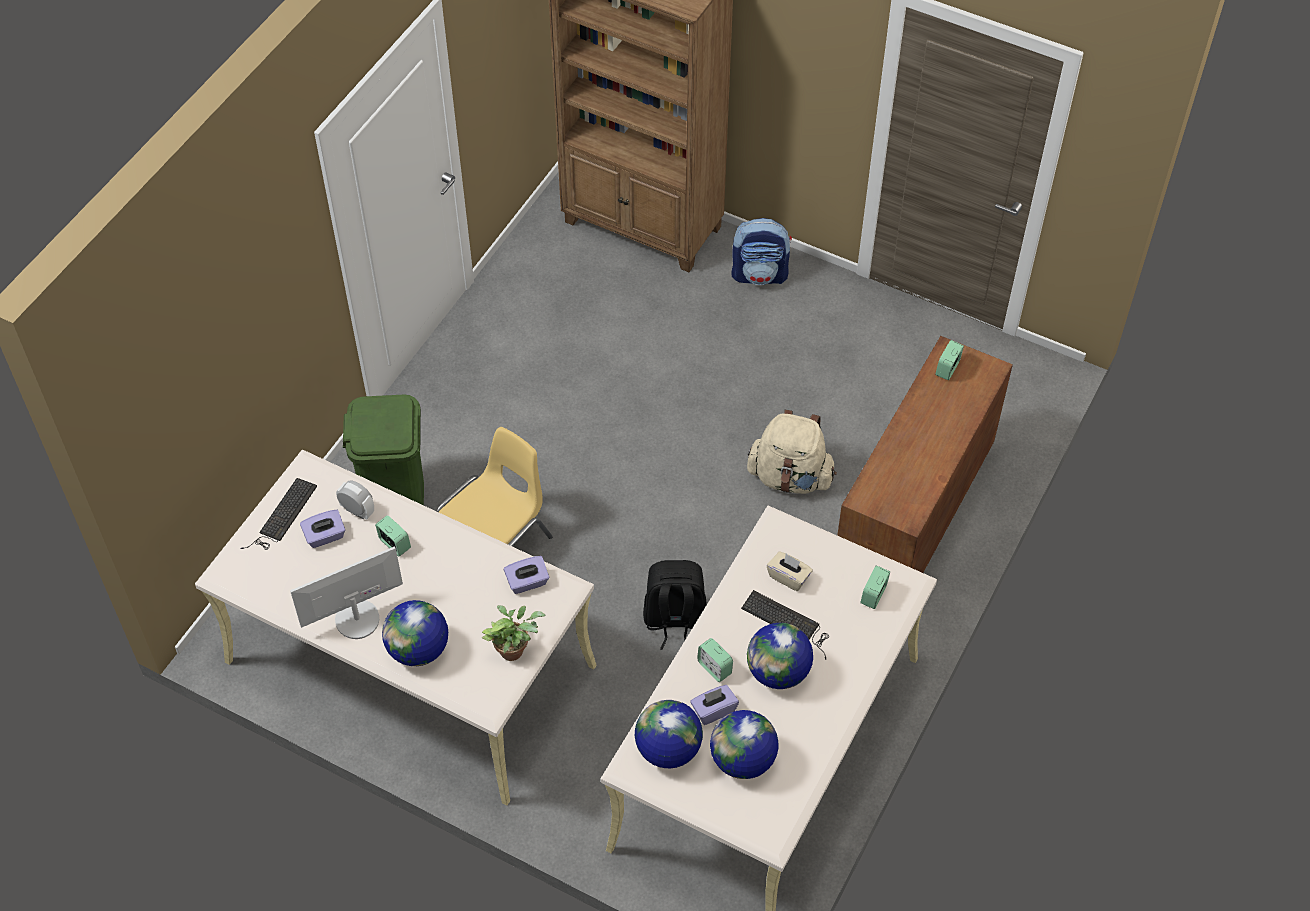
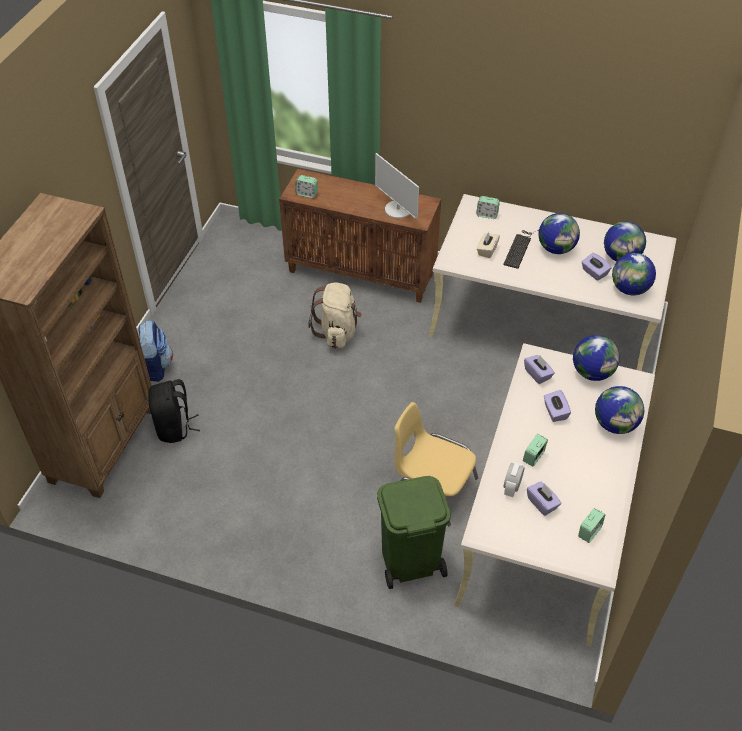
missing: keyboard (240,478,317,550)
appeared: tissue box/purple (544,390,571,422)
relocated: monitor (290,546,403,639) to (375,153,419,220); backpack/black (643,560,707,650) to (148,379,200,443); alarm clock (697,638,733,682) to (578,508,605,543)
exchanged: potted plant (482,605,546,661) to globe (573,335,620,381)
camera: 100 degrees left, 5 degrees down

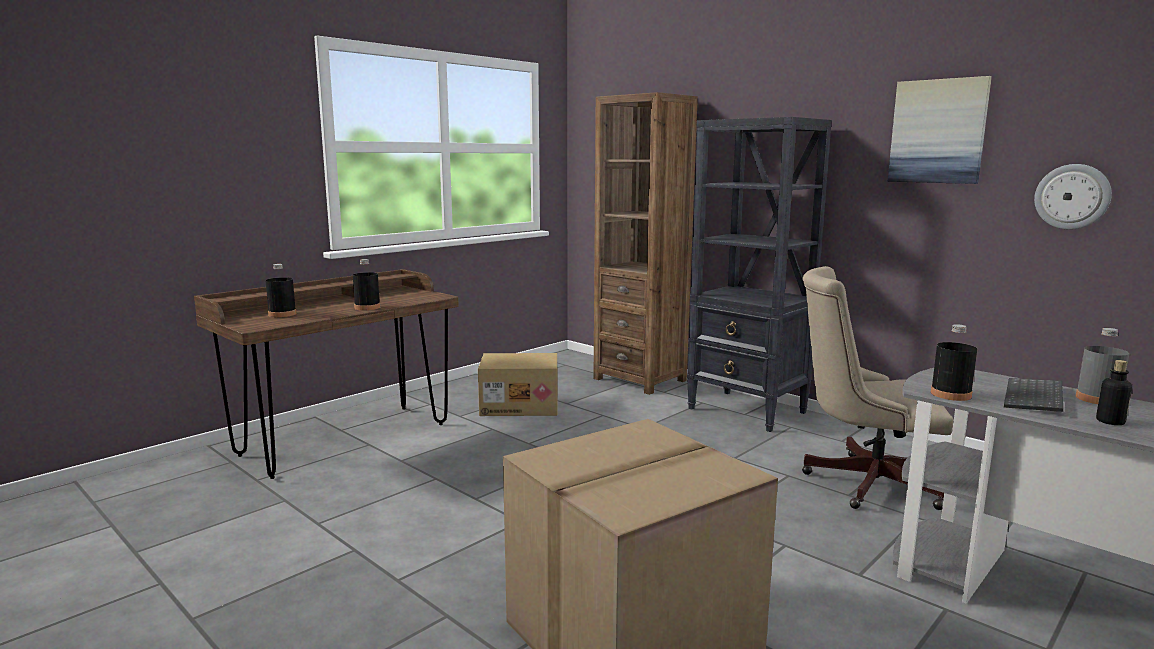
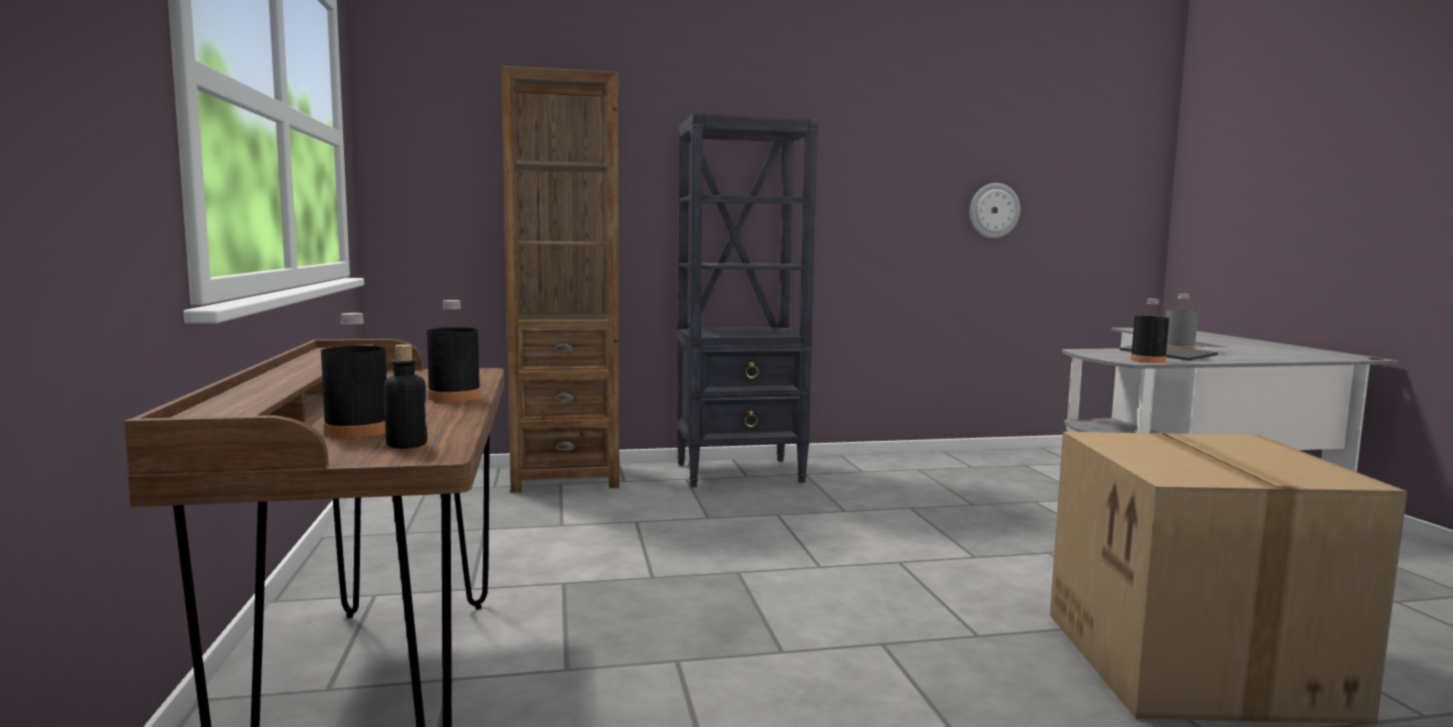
missing: picture (888,76,992,184); office chair/beige (802,266,953,510); cardboard box (478,353,557,416)
relocated: bottle (1096,360,1132,425) to (384,344,427,449)
camera: 55 degrees left, 5 degrees down

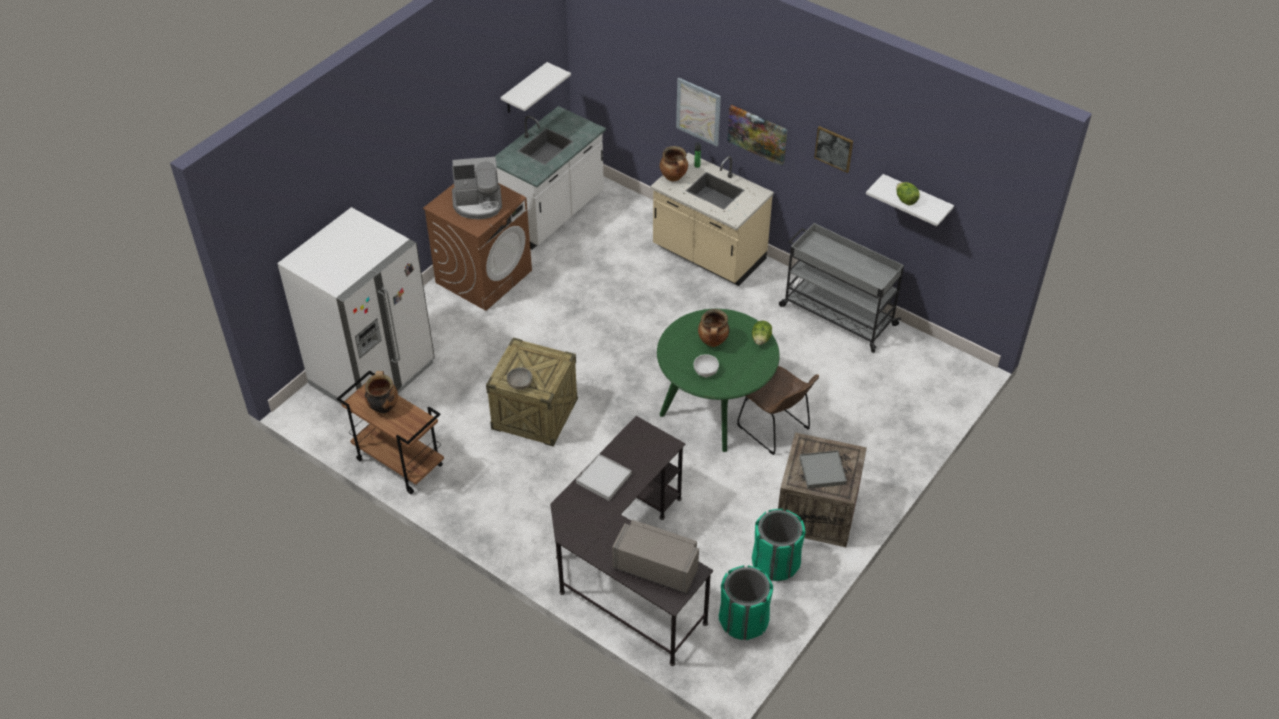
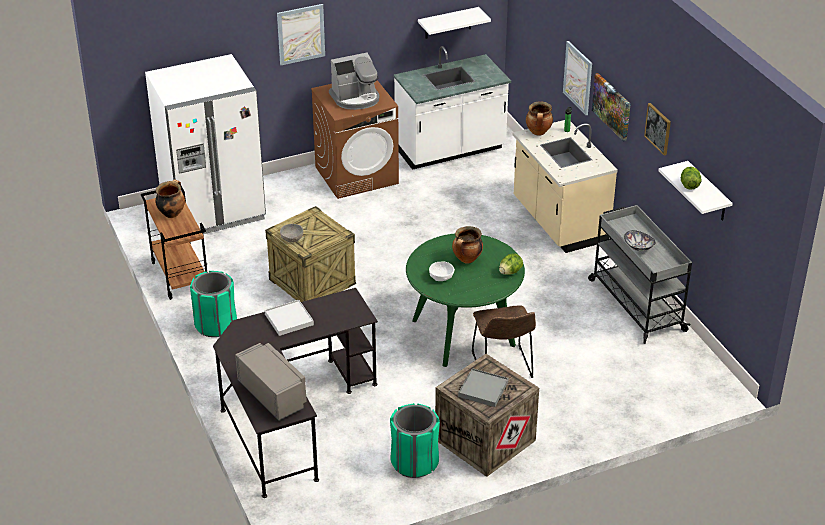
appeared: picture (277,4,325,65); bowl (624,230,656,251)
relocated: trash can/green (719,565,773,640) to (190,271,237,337)
spun: coffee machine (452,157,502,219) = (329,53,379,110) 45 degrees counterclockwise
camera: 30 degrees right, 10 degrees down

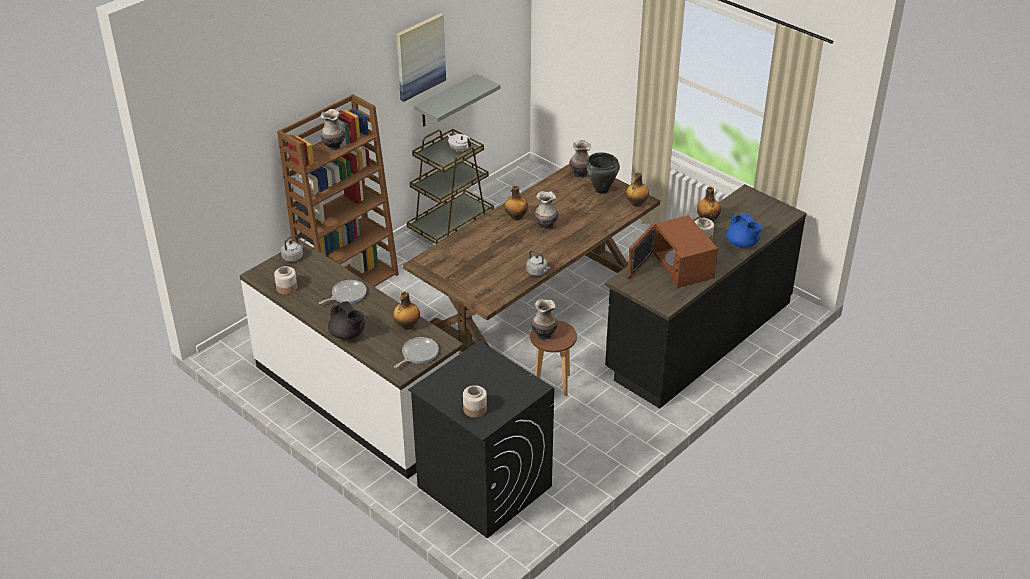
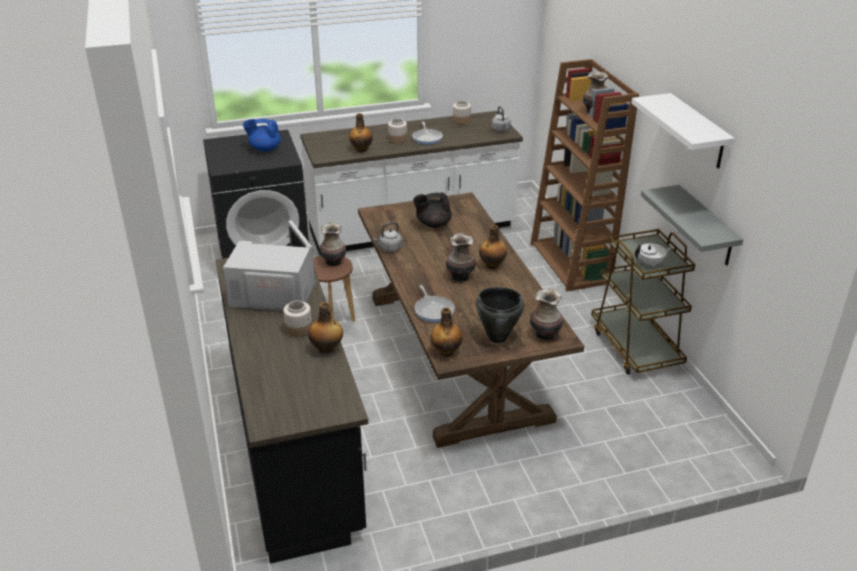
relocated: teapot/blue (726,213,762,248) to (243,119,281,152); teapot/black (328,301,365,340) to (413,192,452,228); frying pan (394,337,439,368) to (415,285,455,322); jar (463,385,487,418) to (388,118,407,144)
exchanged: picture (396,13,446,102) to shelf/white (631,93,735,168)
colour: microwave/brown (627,215,718,288) to microwave/white (223,220,315,311)
camera: 120 degrees right, 5 degrees down

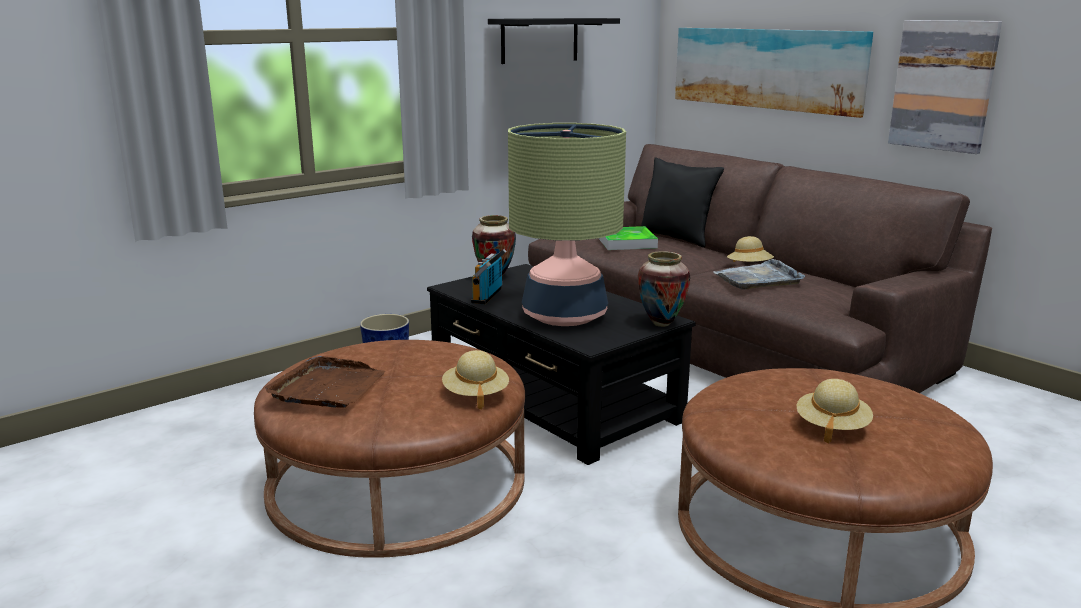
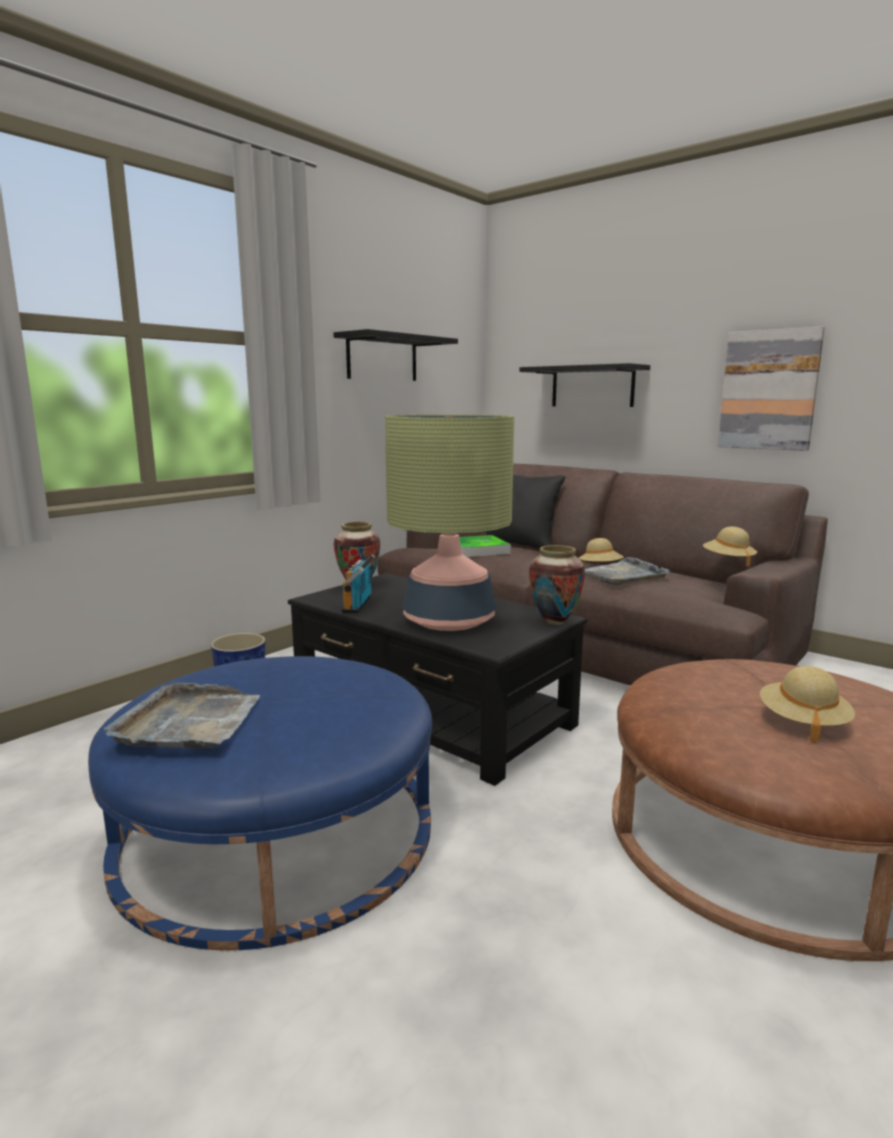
relocated: hat/beige (442,350,509,409) to (703,527,757,567)
exchanged: picture (675,28,873,118) to shelf/black (519,363,650,407)
colour: ottoman/brown (254,340,525,558) to ottoman/blue (88,656,432,951); tray/brown (265,356,385,408) to tray/grey (104,682,260,748)
camera: 10 degrees left, 5 degrees down

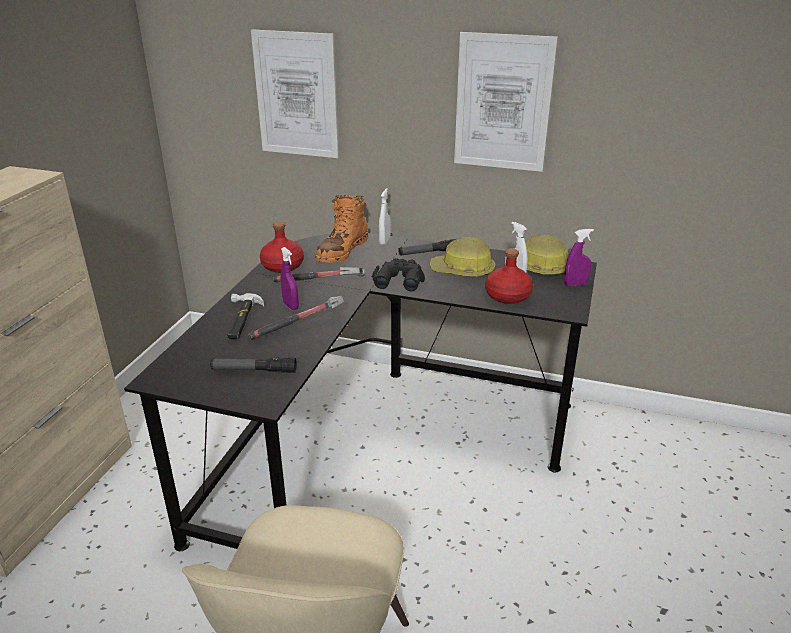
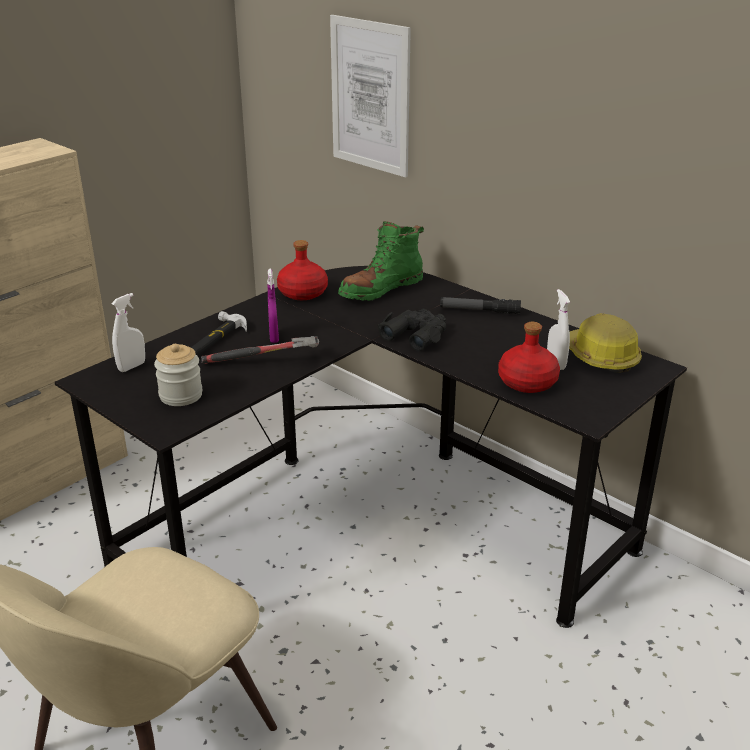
missing: picture (454,32,558,172); spray bottle/purple (564,229,594,286); hard hat (430,237,496,276); hammer (273,267,366,282)
relocated: spray bottle/white (379,188,391,245) to (111,293,145,372)
exchanged: flashlight (210,357,297,373) to jar (154,344,203,406)
colour: boot/orange (315,195,368,263) to boot/green (338,221,424,301)
camera: 25 degrees right, 0 degrees up

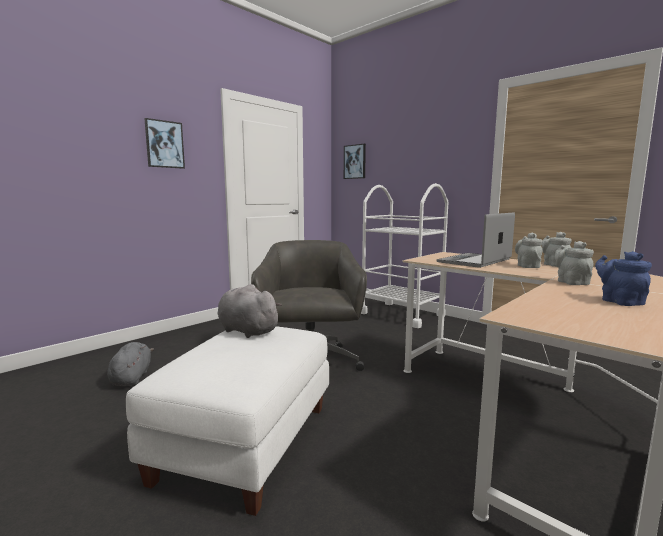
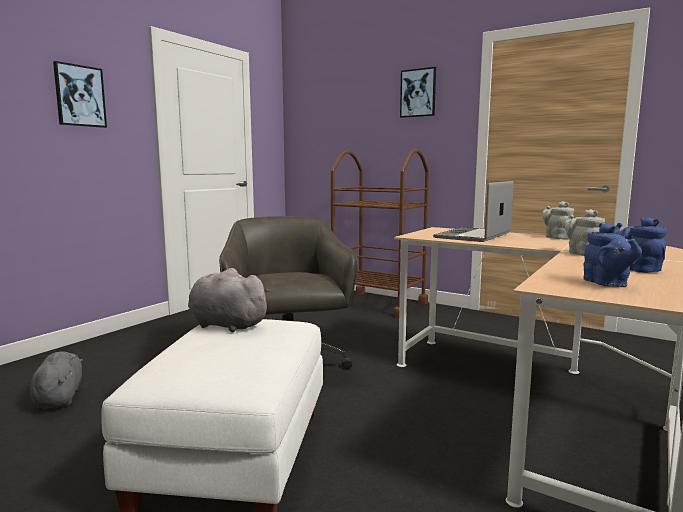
missing: teapot/grey (515,233,542,268)
appeared: teapot/blue (583,223,642,287)
relocated: picture (344,144,366,179) to (400,67,436,118)
colour: cart/white (361,183,448,328) to cart/brown (331,149,429,318)
camera: 10 degrees left, 0 degrees up

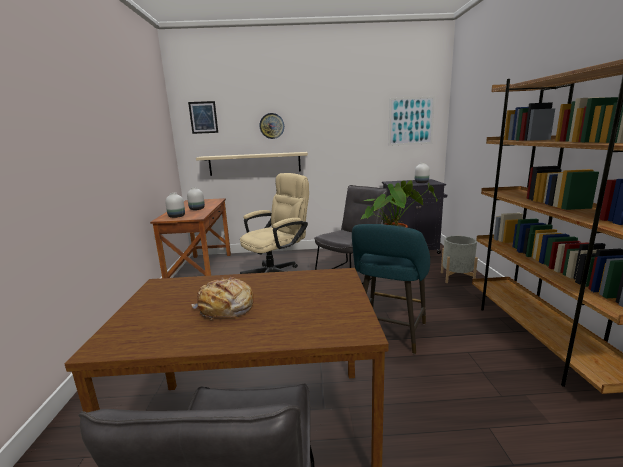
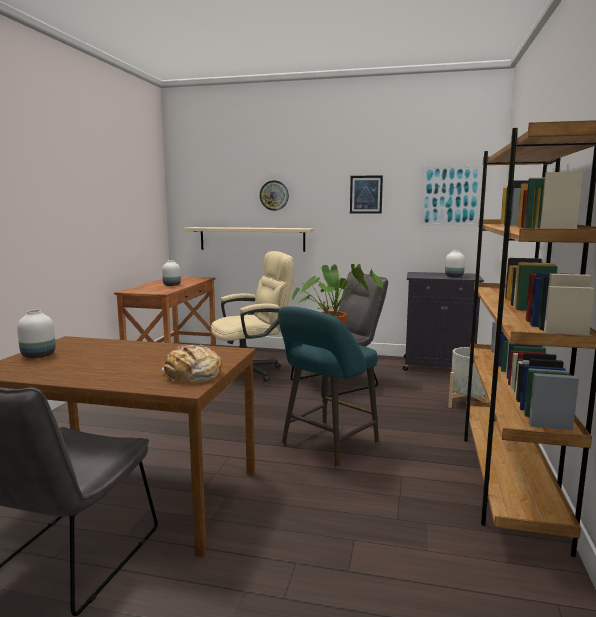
relocated: picture (188,101,218,134) to (350,175,383,214); vase/white (165,193,185,218) to (17,310,56,358); bread (191,277,253,320) to (162,344,222,382)
camera: 15 degrees right, 5 degrees down

